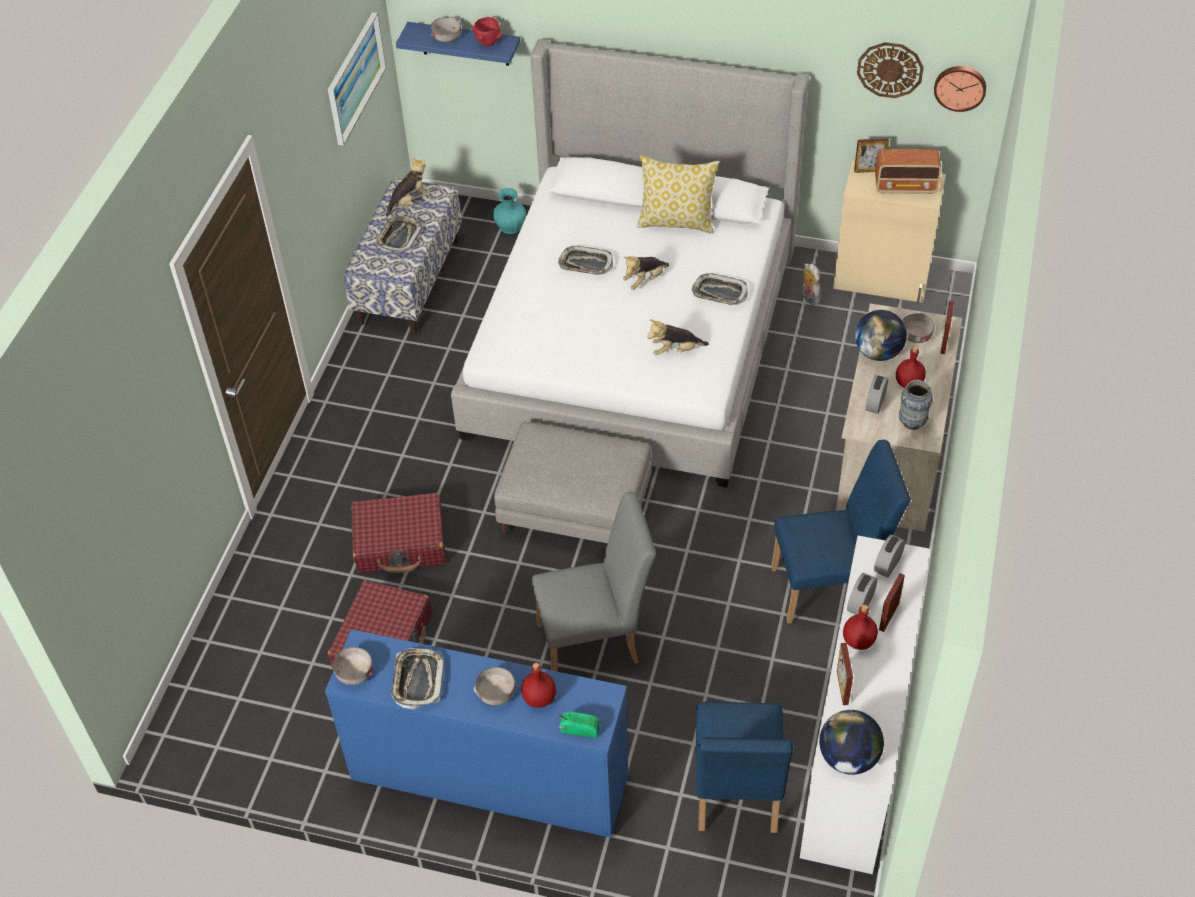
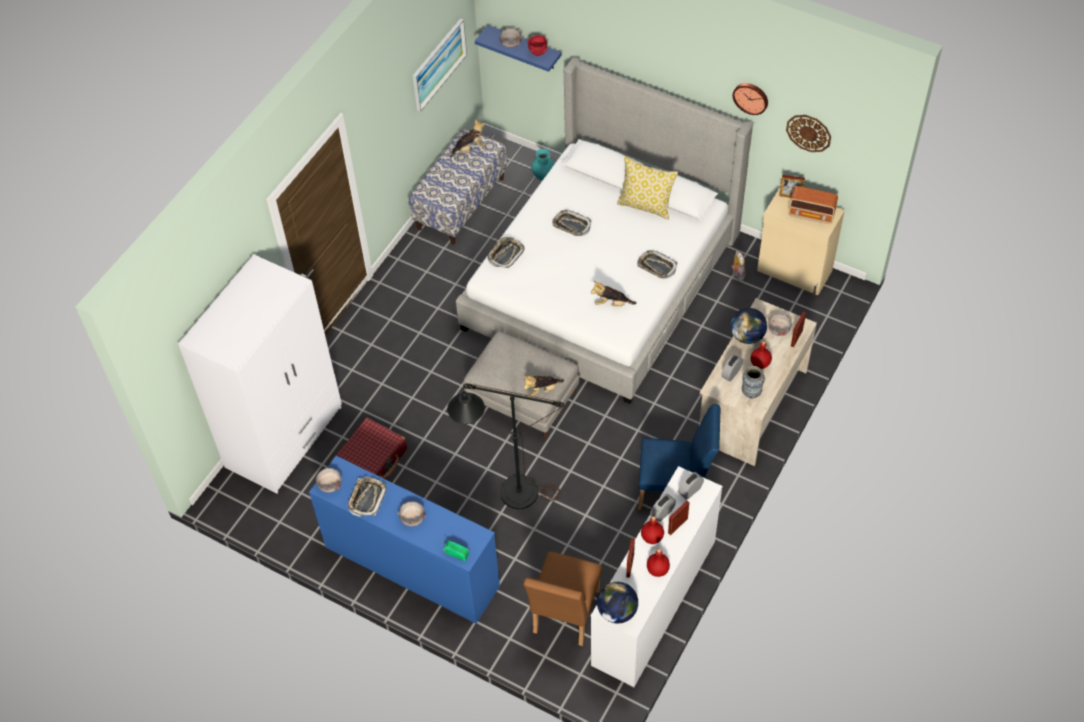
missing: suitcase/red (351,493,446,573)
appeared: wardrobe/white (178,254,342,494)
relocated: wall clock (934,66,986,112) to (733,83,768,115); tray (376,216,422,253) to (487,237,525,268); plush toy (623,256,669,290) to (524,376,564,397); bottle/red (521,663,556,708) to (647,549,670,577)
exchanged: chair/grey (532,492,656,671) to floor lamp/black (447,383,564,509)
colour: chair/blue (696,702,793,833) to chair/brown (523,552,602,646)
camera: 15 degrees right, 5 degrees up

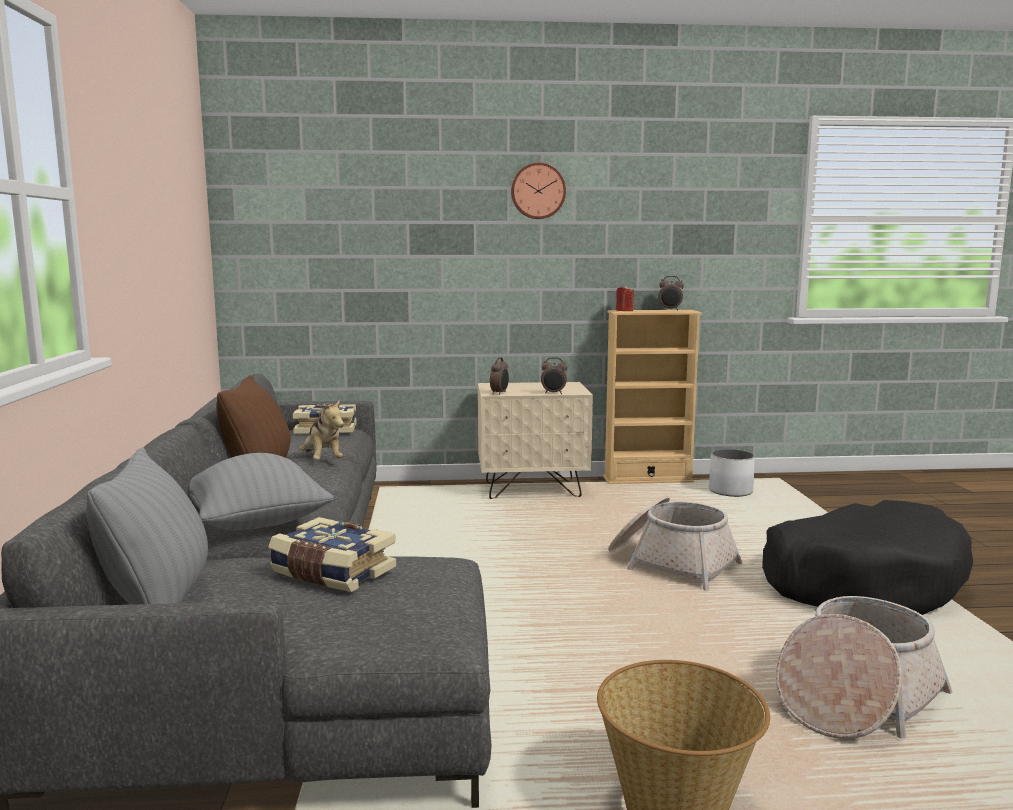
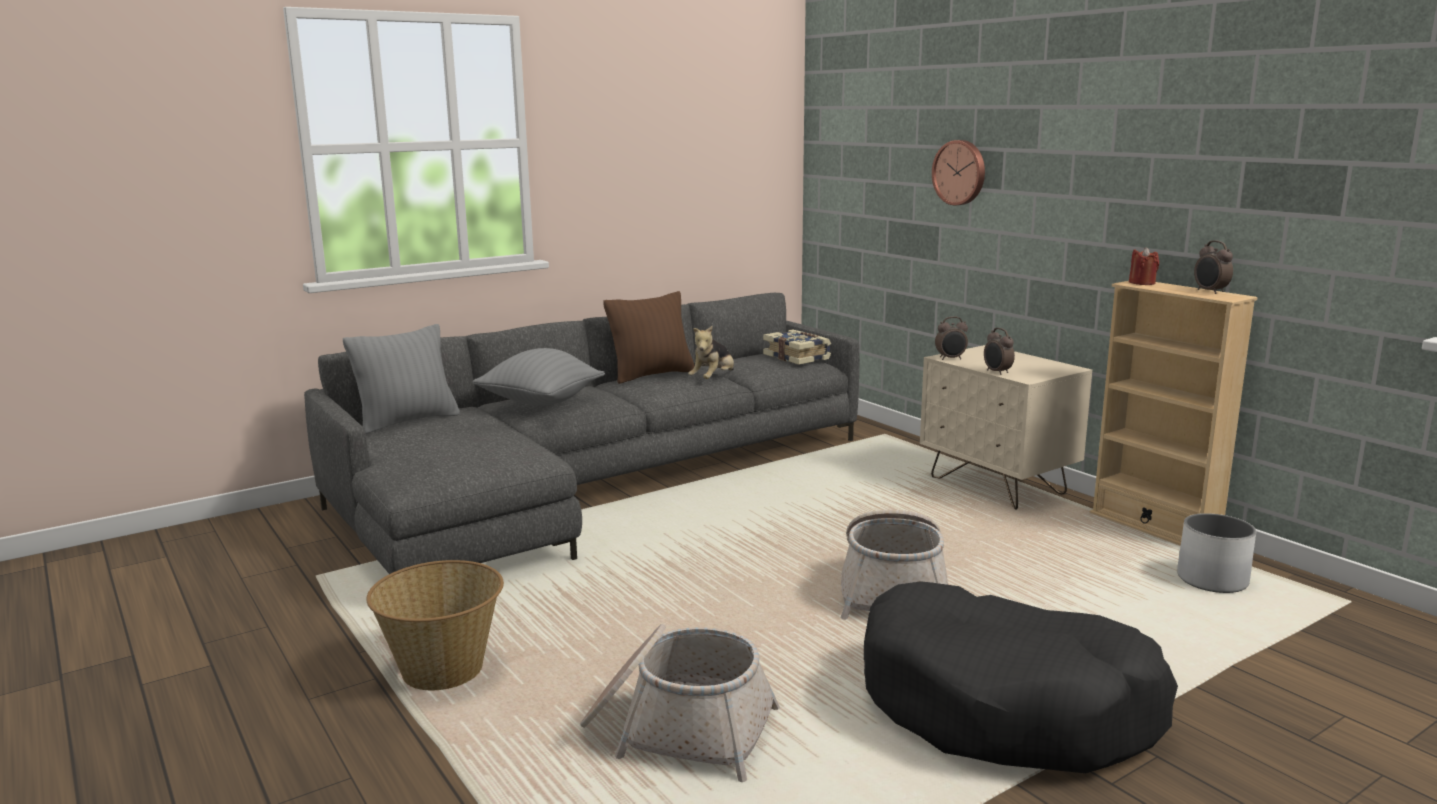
missing: book (268,517,396,592)
relocated: wall clock (511,162,566,219) to (932,140,985,205)
camera: 60 degrees right, 5 degrees up

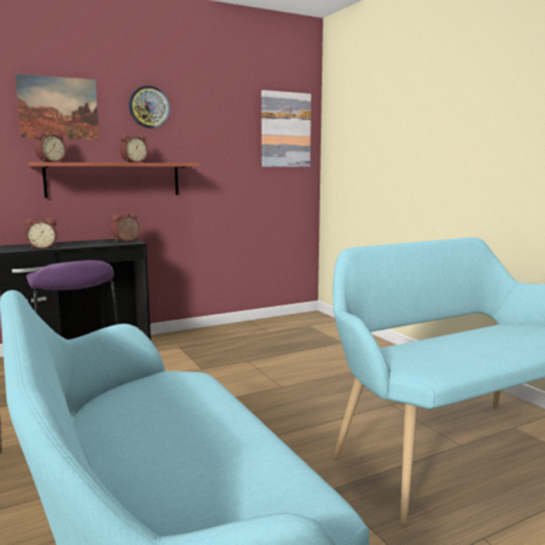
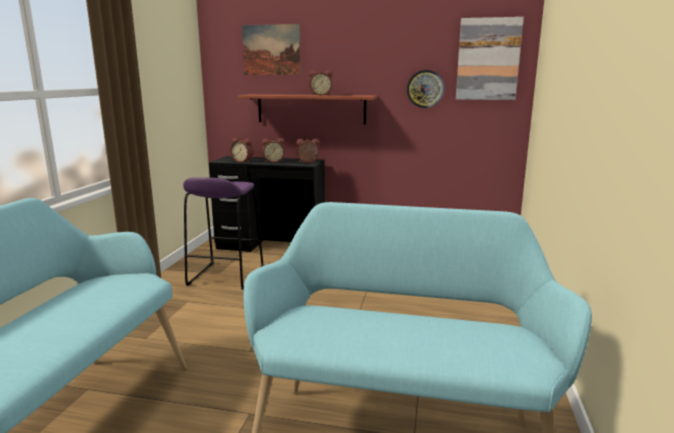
relocated: wall clock (129,85,170,128) to (407,70,444,108); alarm clock (34,131,66,162) to (262,138,284,163)
camera: 40 degrees right, 5 degrees up

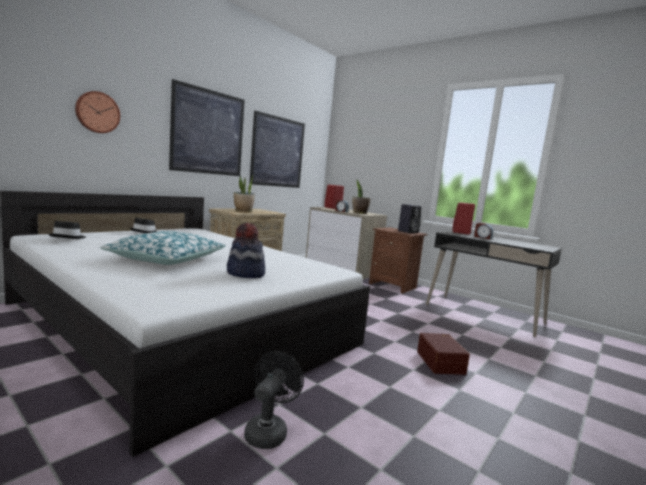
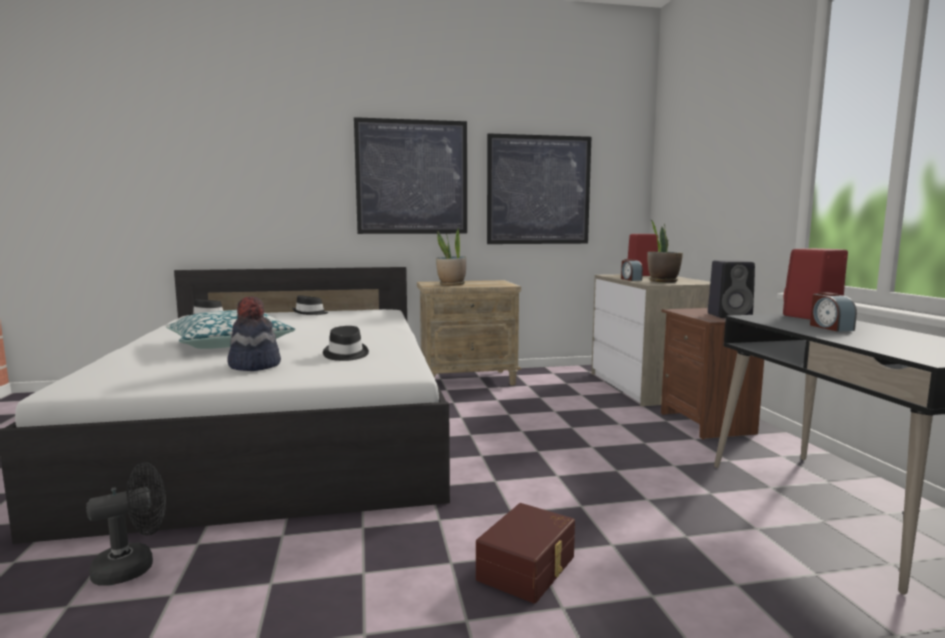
missing: wall clock (75,91,120,133)
appeared: hat/black (323,326,369,361)
camera: 40 degrees right, 0 degrees up

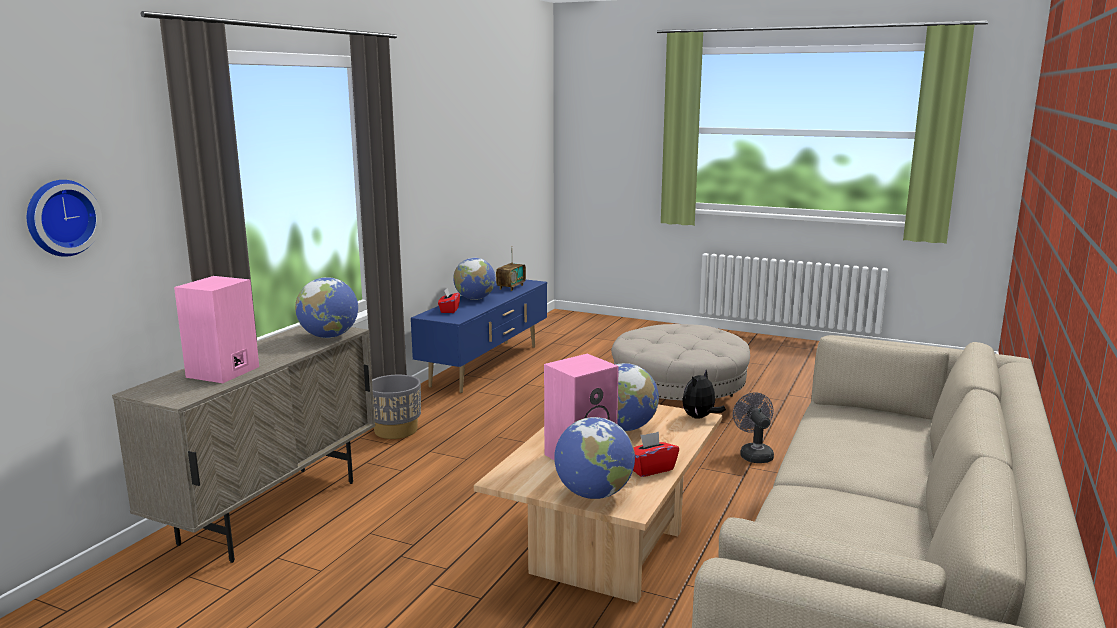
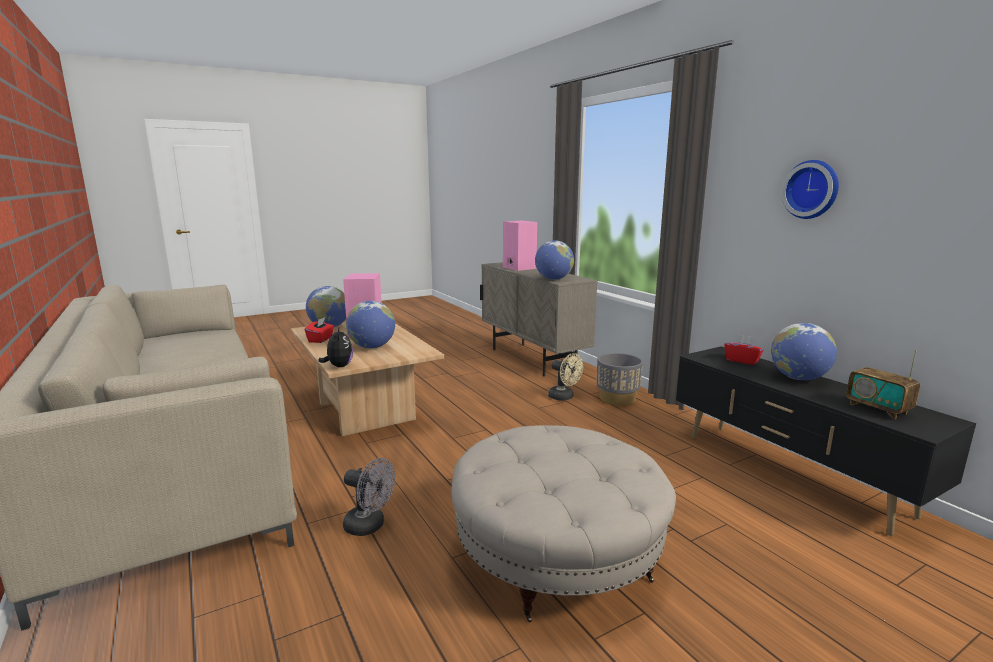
appeared: fan/beige (548,353,583,401)
relocated: wall clock (27,180,102,257) to (781,160,839,219)
colour: tv stand/blue (411,280,547,393) to tv stand/black (676,346,976,536)
camera: 125 degrees right, 0 degrees up

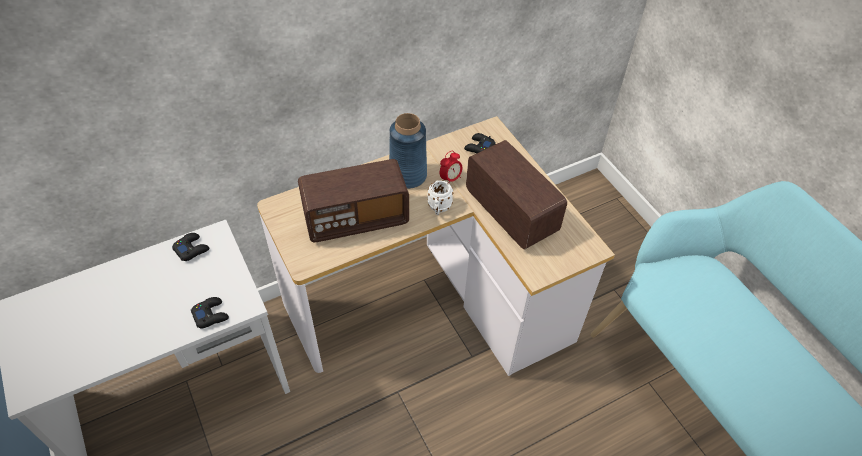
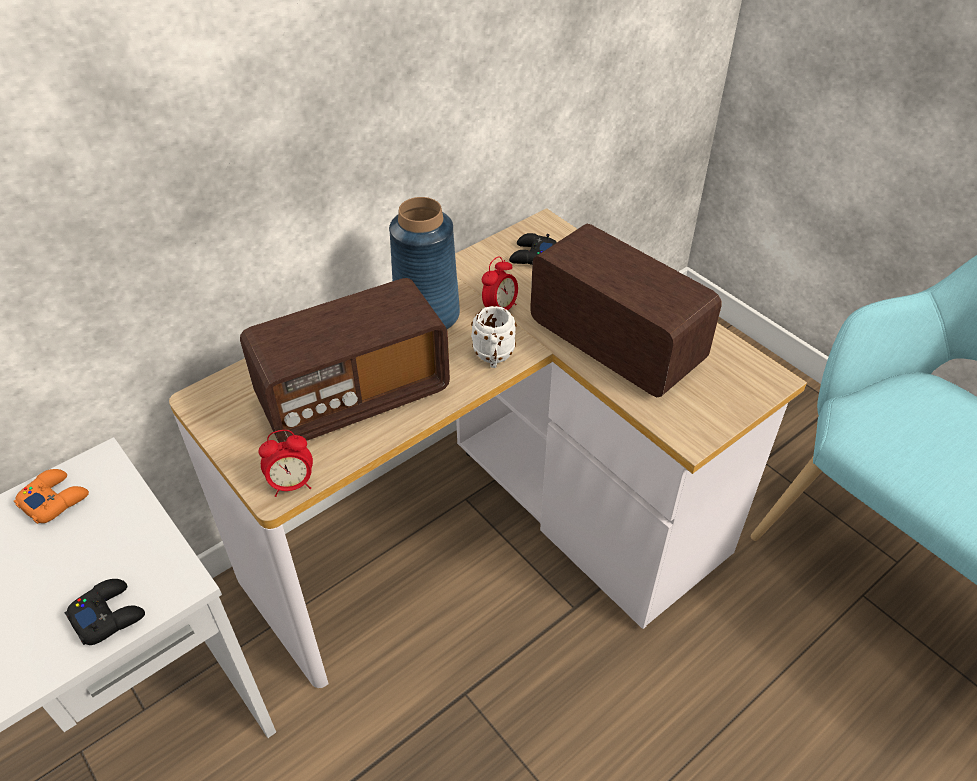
appeared: alarm clock (259,430,313,497)
colour: game controller/black (172,233,209,261) to game controller/orange (14,469,89,524)
camera: 10 degrees left, 5 degrees down

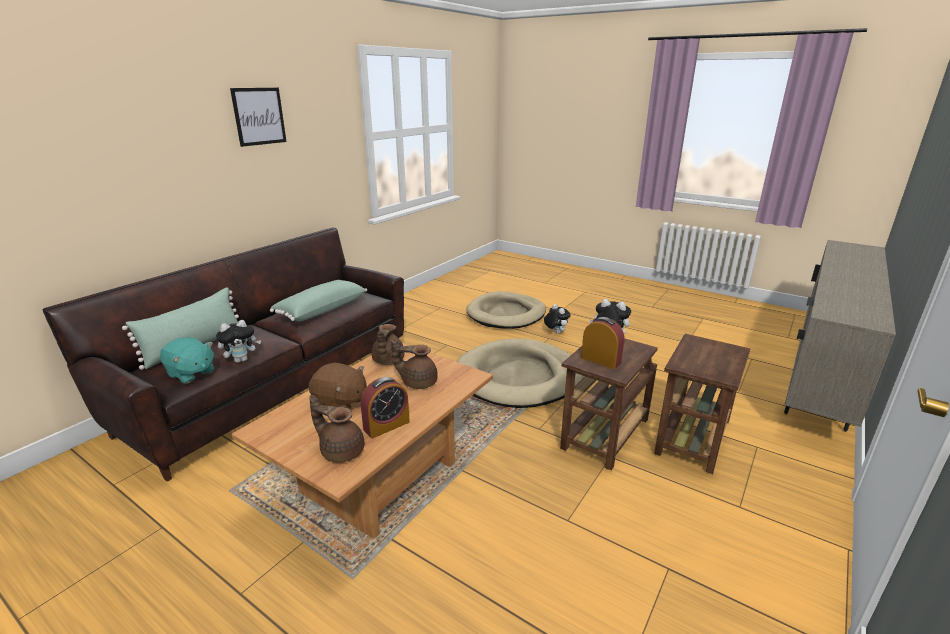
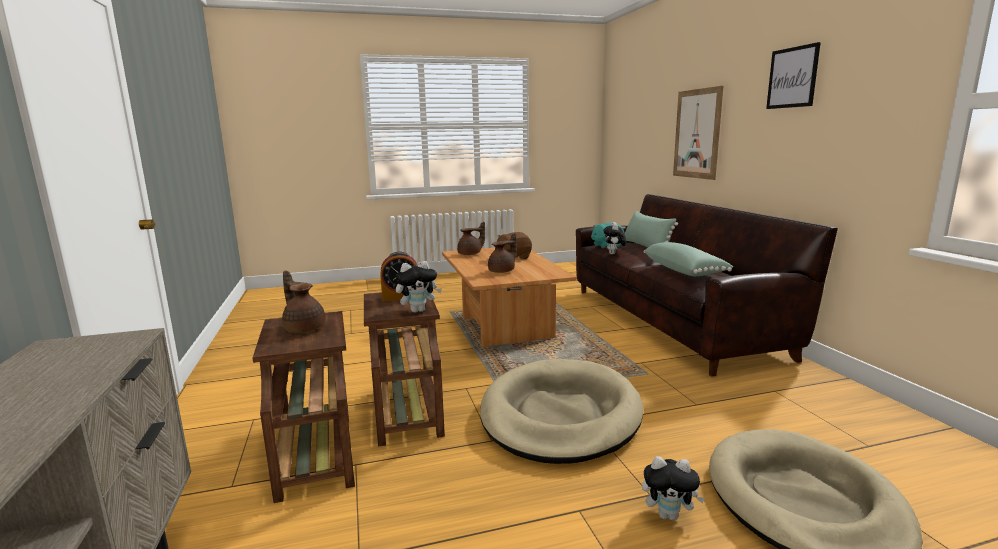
missing: alarm clock (361,377,410,438)
appeared: picture (673,86,723,180)
relocated: teapot/brown (371,324,405,365) to (282,271,326,333)
camera: 130 degrees right, 10 degrees down

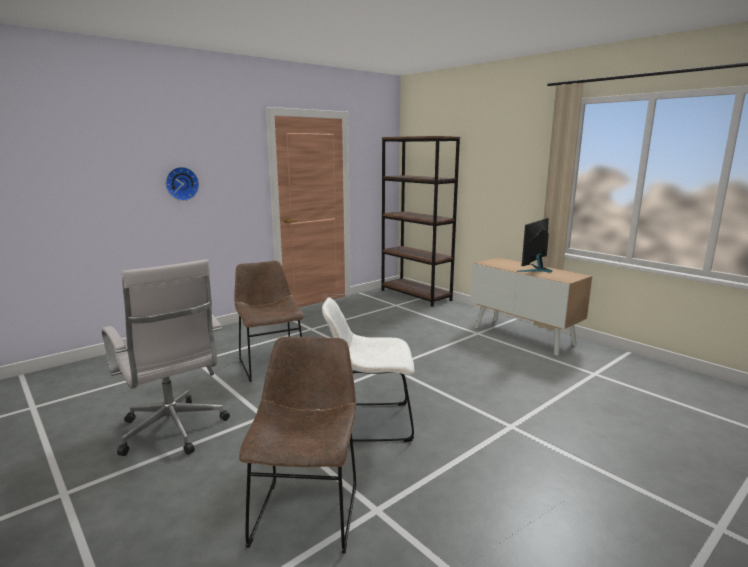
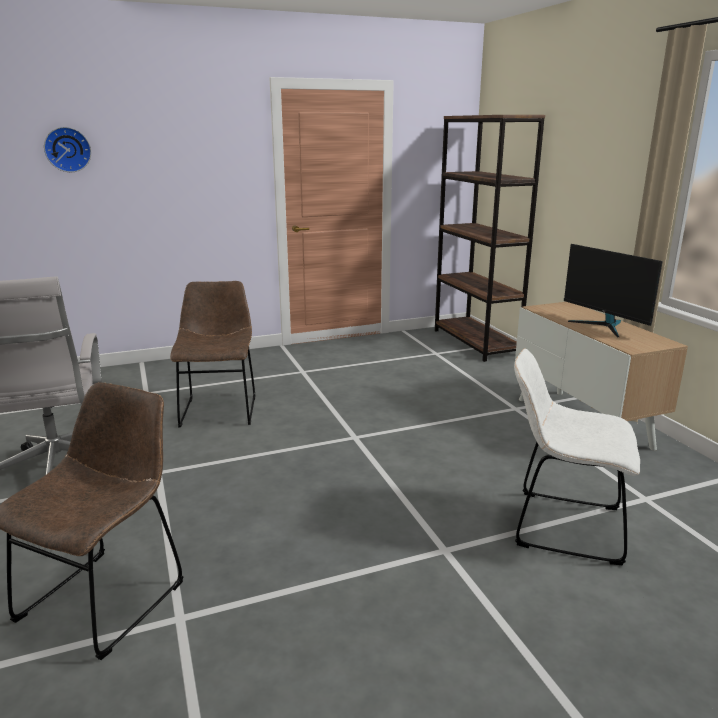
relocated: wall clock (165,167,199,201) to (44,127,91,172); chair/white (322,297,414,442) to (514,348,640,565)
spun: monitor (516,218,552,272) = (564,244,663,337) 90 degrees counterclockwise
camera: 20 degrees right, 5 degrees up

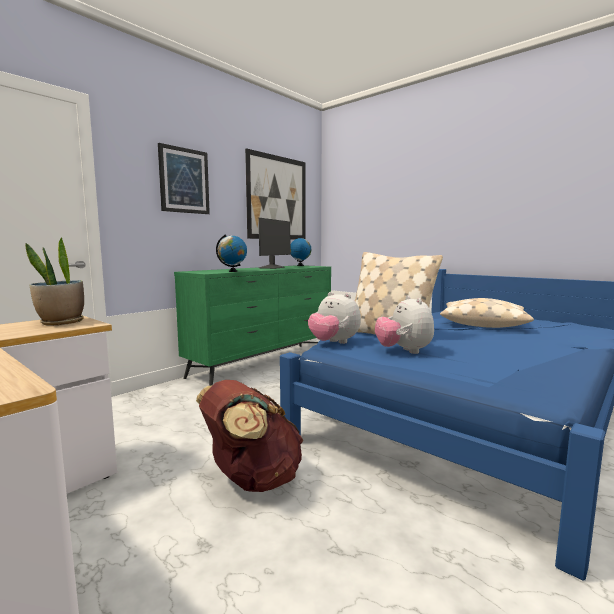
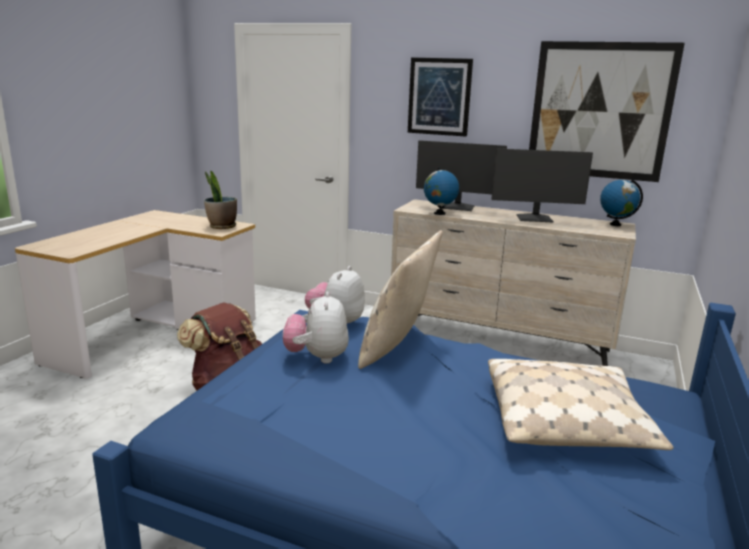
appeared: monitor (416,140,507,211)
colour: dresser/green (174,265,331,386) to dresser/beige (391,199,636,366)
spun: plush toy (375,295,434,354) = (283,292,349,364) 60 degrees counterclockwise
camera: 70 degrees right, 10 degrees up

